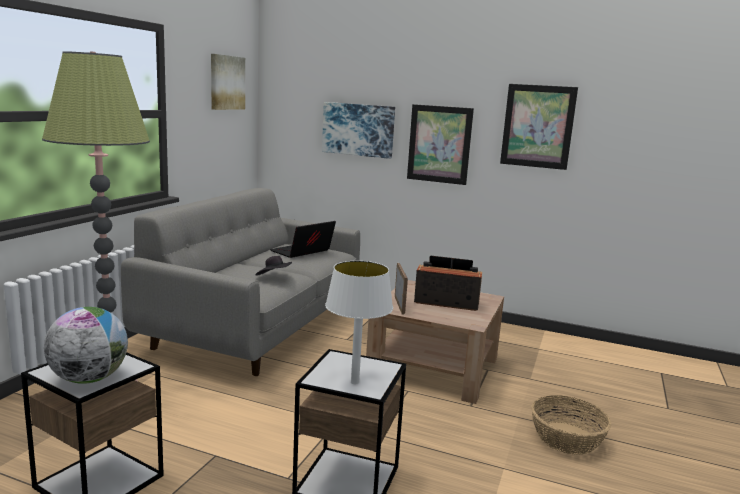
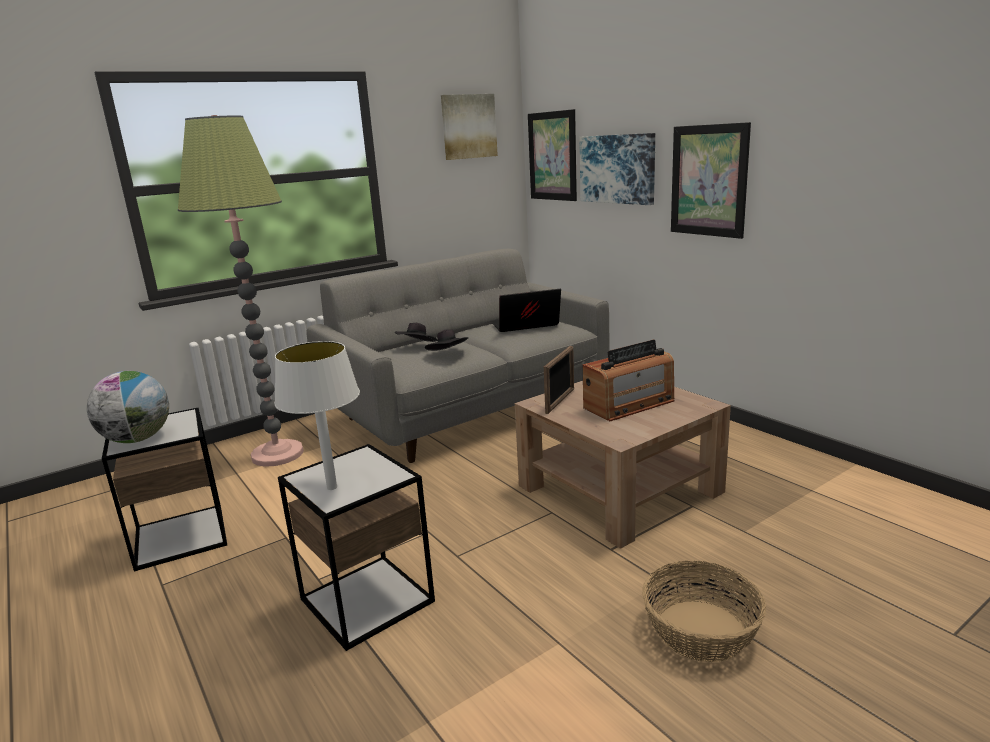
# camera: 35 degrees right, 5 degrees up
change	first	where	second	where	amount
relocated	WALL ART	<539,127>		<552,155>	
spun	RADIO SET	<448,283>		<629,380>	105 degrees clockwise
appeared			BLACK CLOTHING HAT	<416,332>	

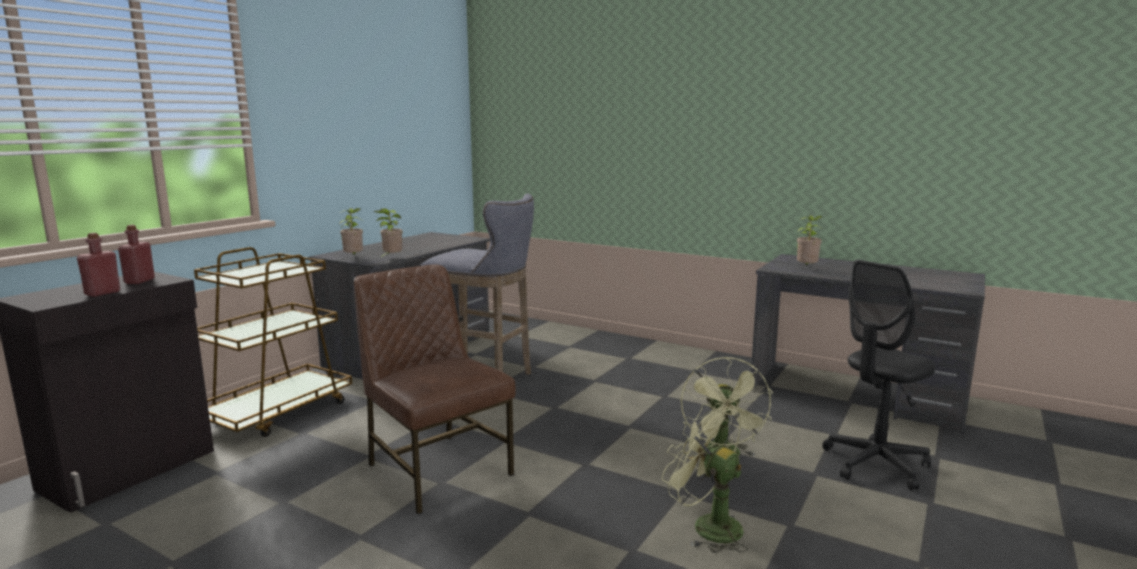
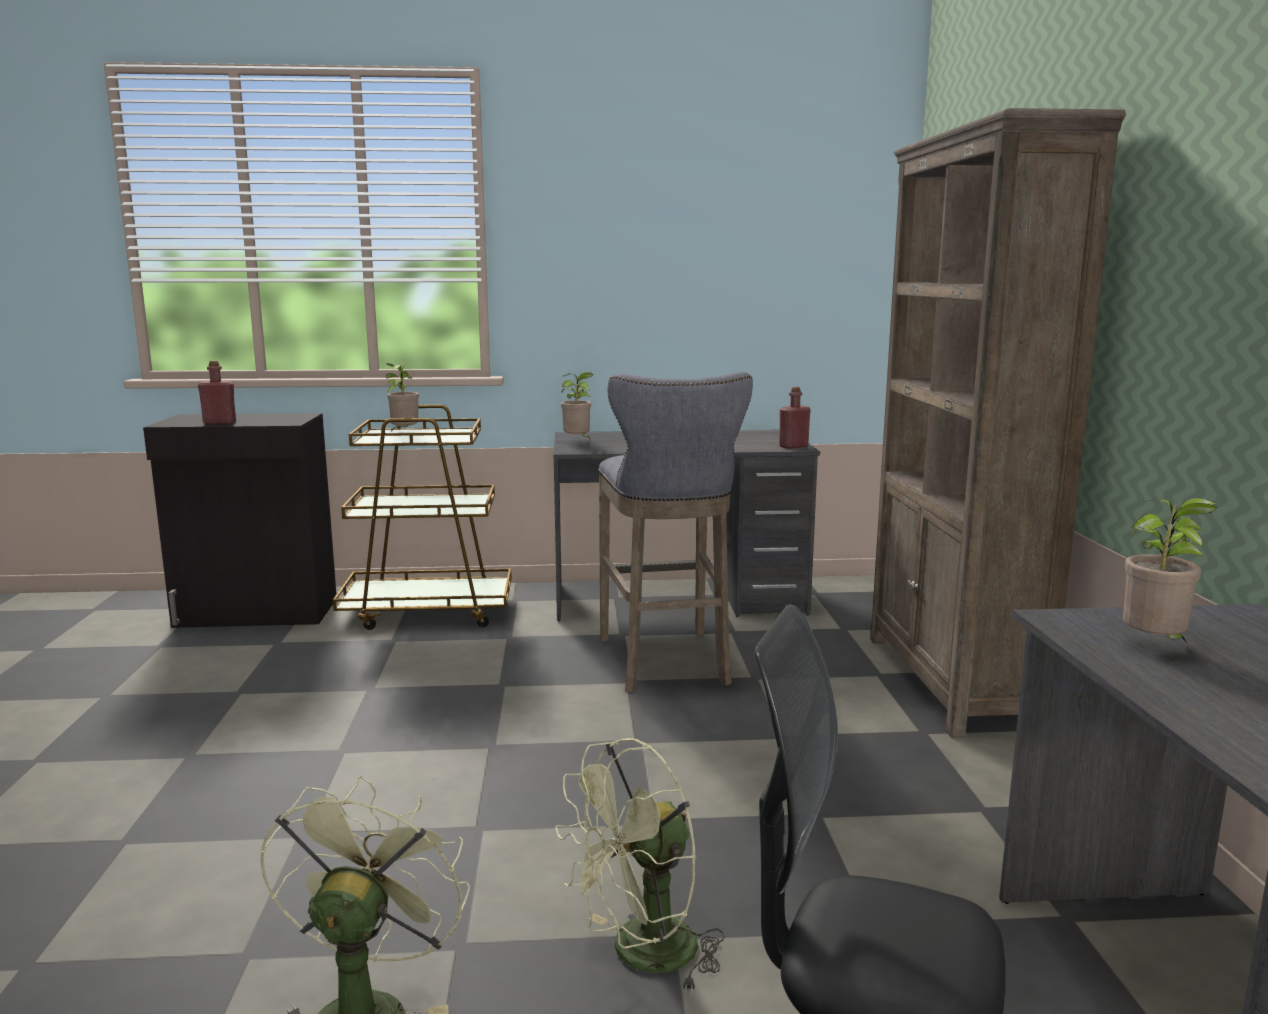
# camera: 55 degrees right, 0 degrees up
change	first	where	second	where	amount
relocated	HOUSEPLANT	<388,233>		<402,397>	
relocated	RED-COLOURED BOTTLE	<136,254>		<795,418>	
missing	BROWN UPRIGHT CHAIR	<435,389>			
appeared			BROWN BOOKSHELF	<998,423>	

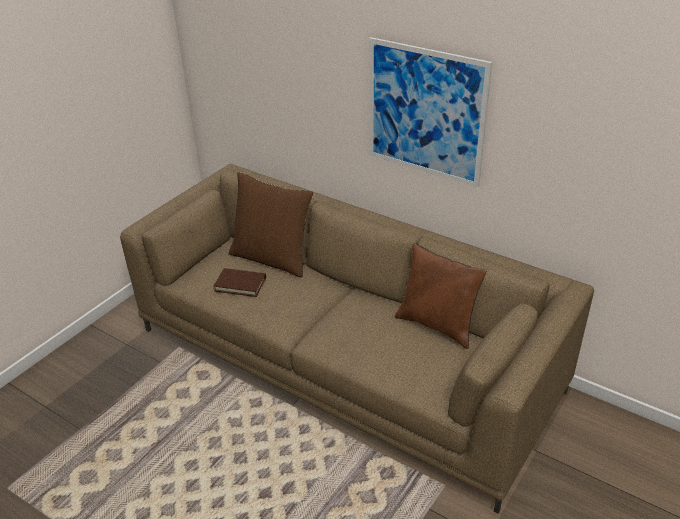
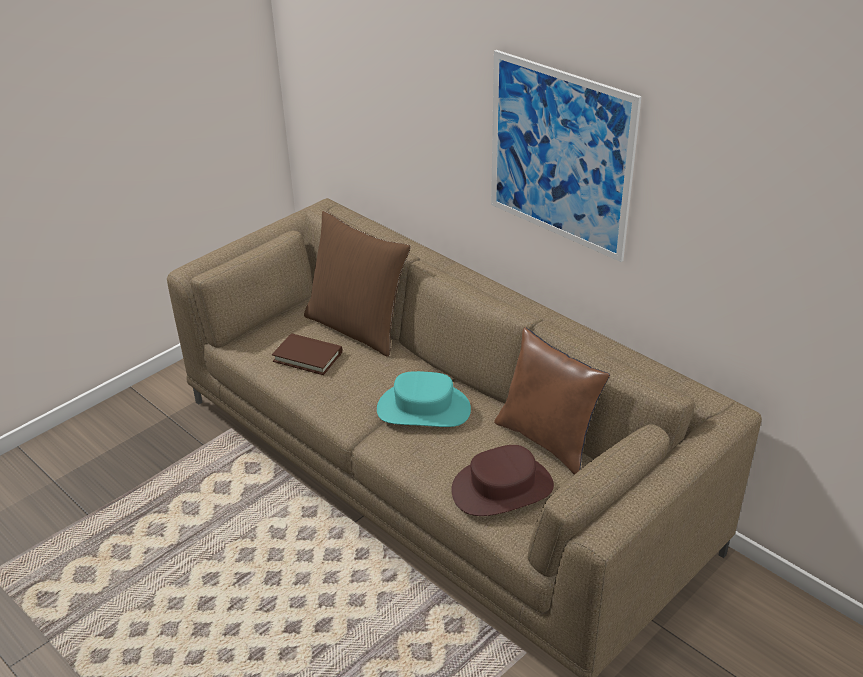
# camera: 10 degrees right, 0 degrees up
change	first	where	second	where	amount
appeared			TURQUOISE CLOTHING HAT	<424,399>	
appeared			BROWN CLOTHING HAT	<502,480>	

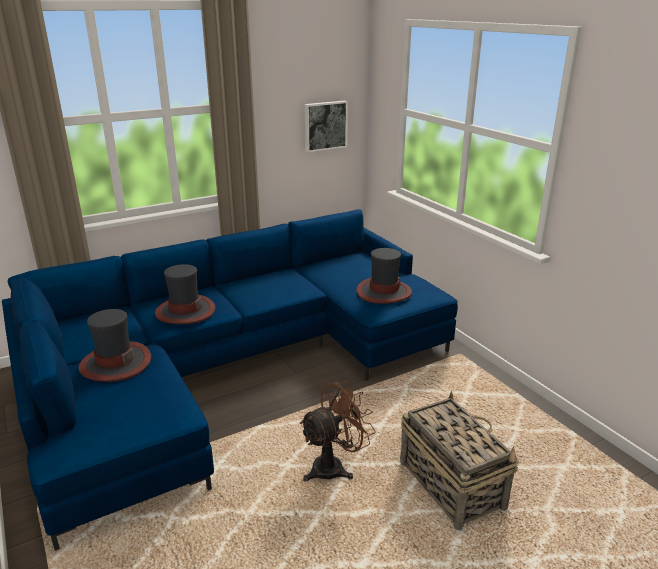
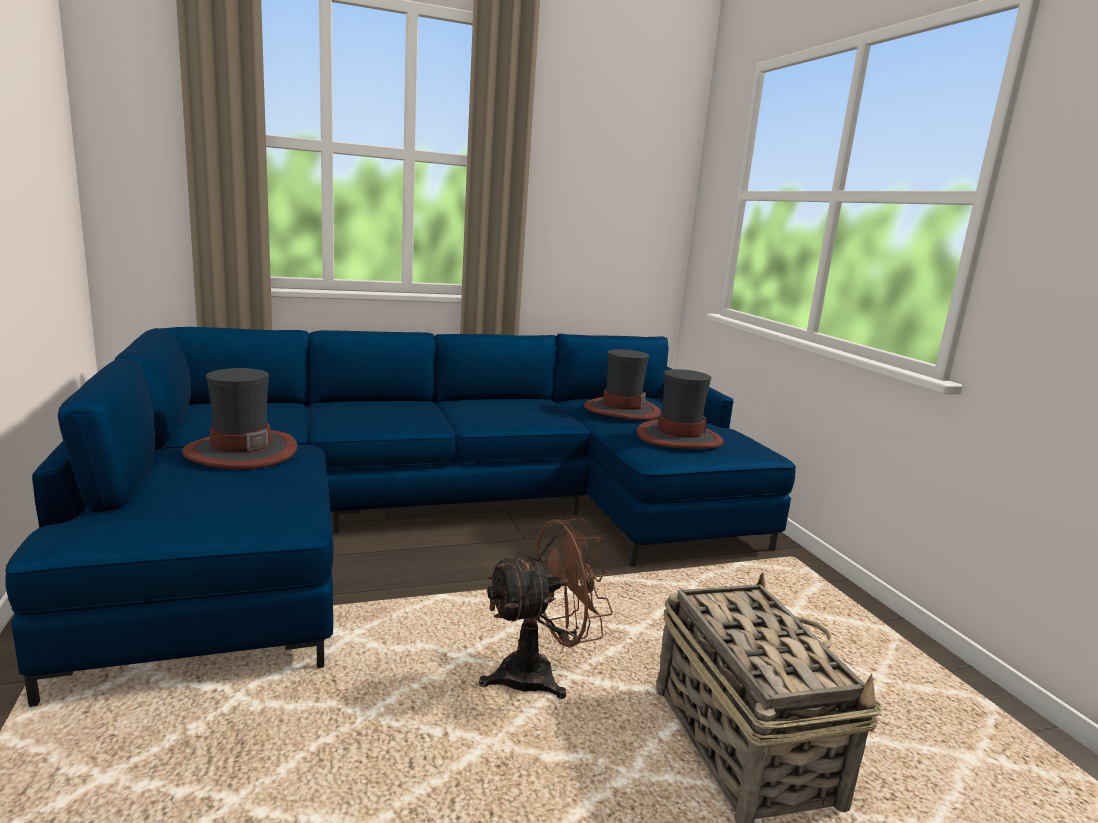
# camera: 10 degrees right, 10 degrees down
change	first	where	second	where	amount
missing	WALL ART	<326,126>			
relocated	CLOTHING HAT	<185,294>		<622,384>	

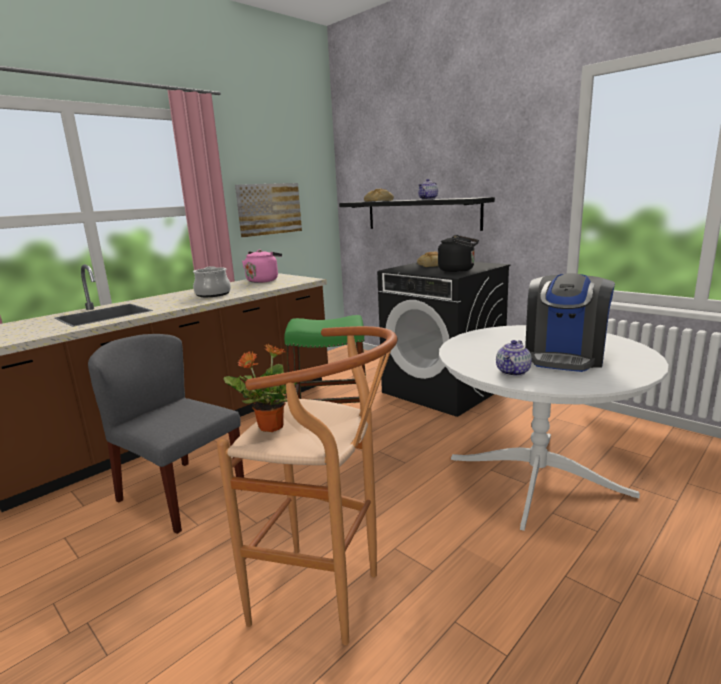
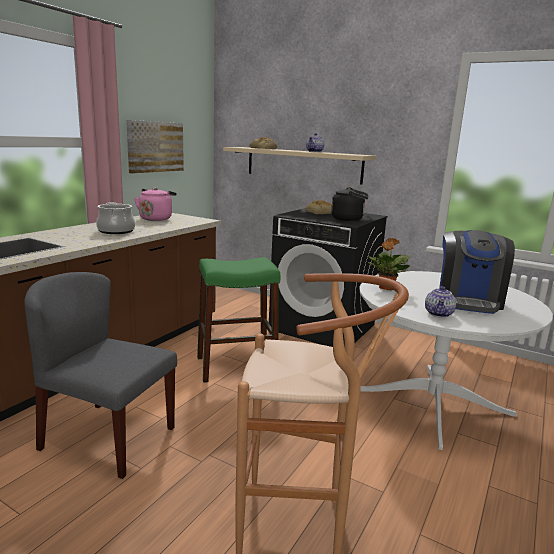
# camera: 15 degrees left, 0 degrees up
change	first	where	second	where	amount
colour	BLACK SHELF	<417,214>	BEIGE SHELF	<299,165>	
relocated	HOUSEPLANT	<260,388>		<389,264>	

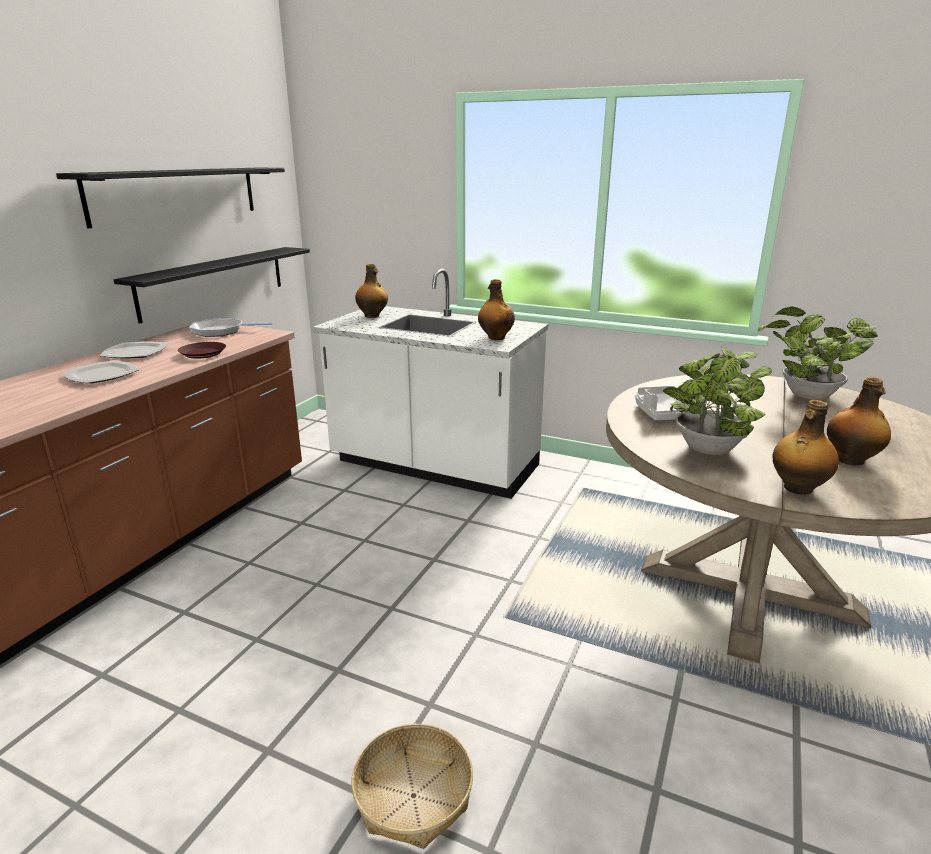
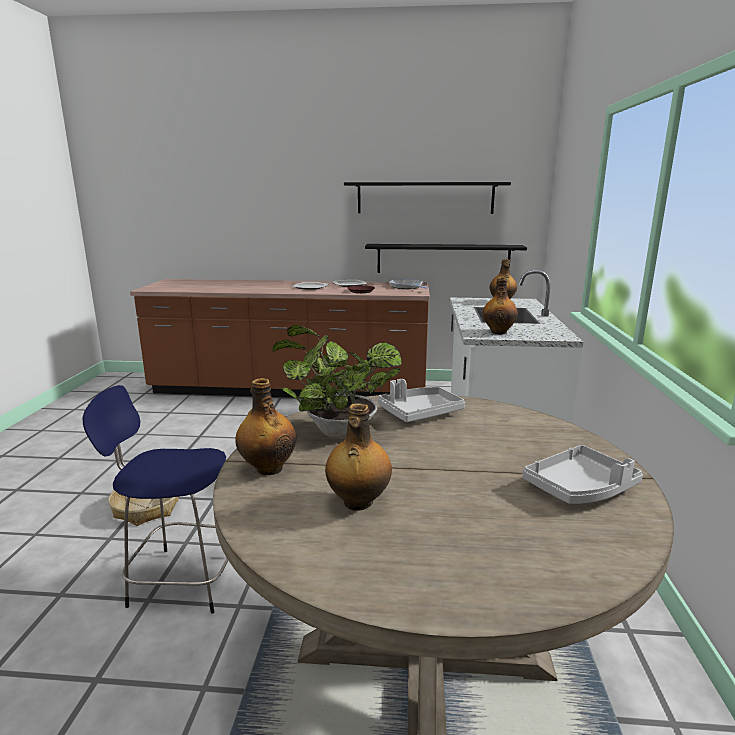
# camera: 70 degrees right, 5 degrees down
change	first	where	second	where	amount
exchanged	HOUSEPLANT	<818,353>	GREYISH SERVING TRAY	<582,474>	
appeared			BLUISH STOOL	<155,499>	

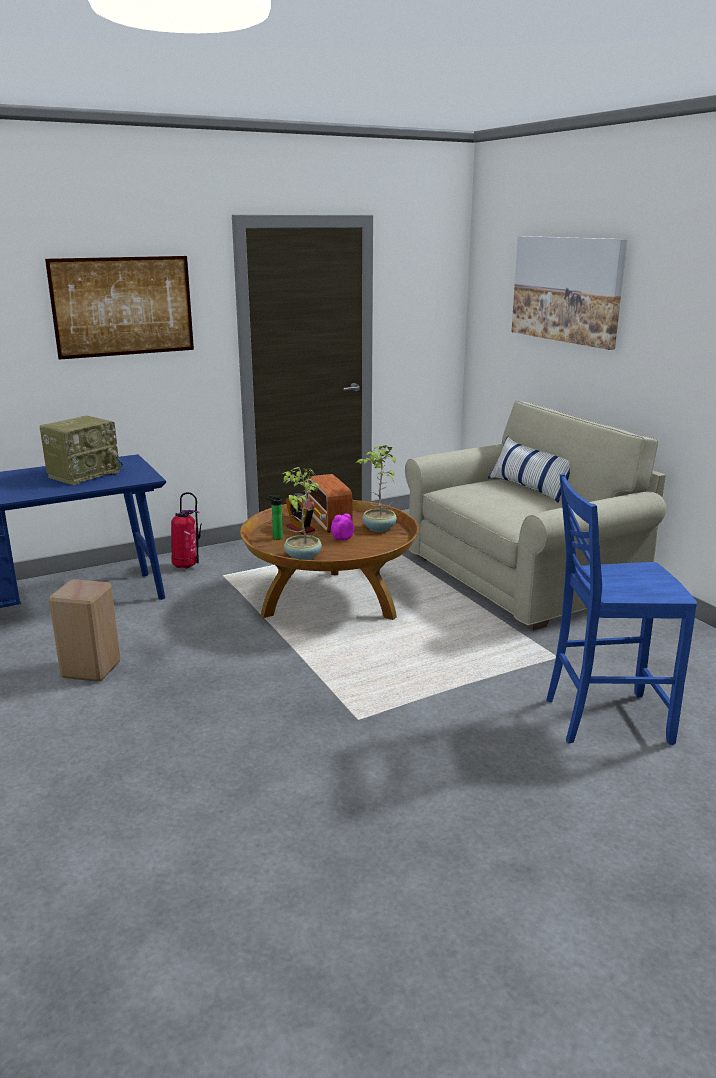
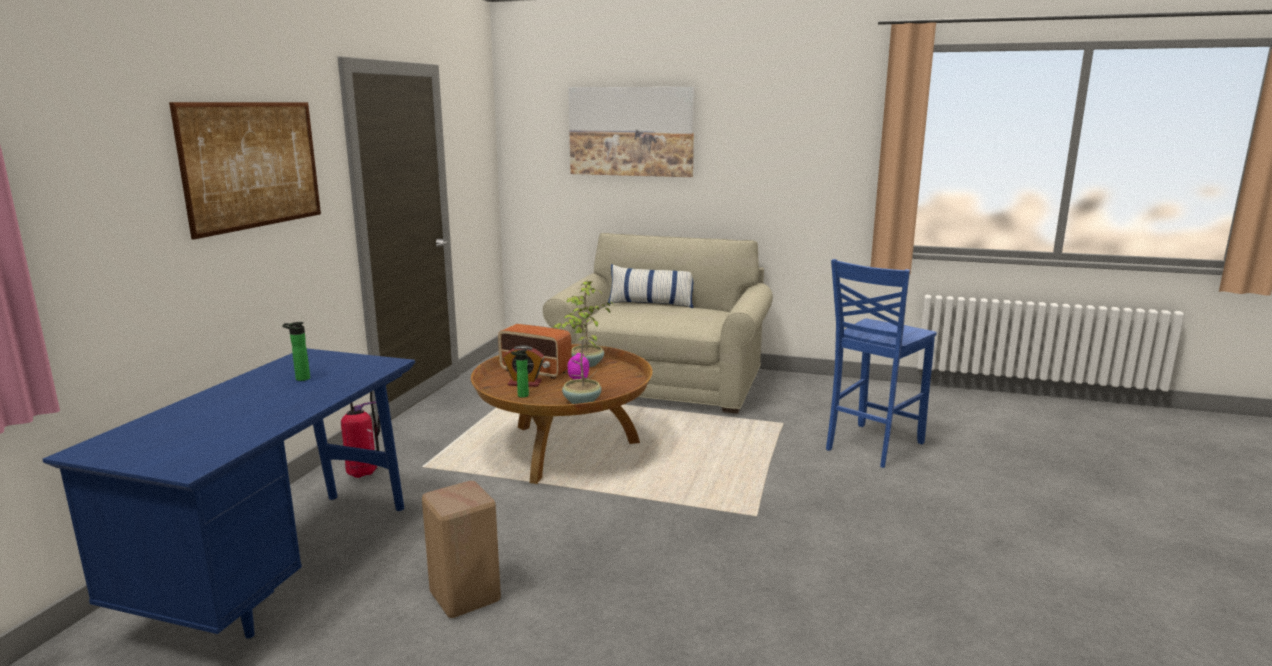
# camera: 45 degrees left, 5 degrees down
change	first	where	second	where	amount
exchanged	RADIO SET	<81,450>	BOTTLE	<296,351>	

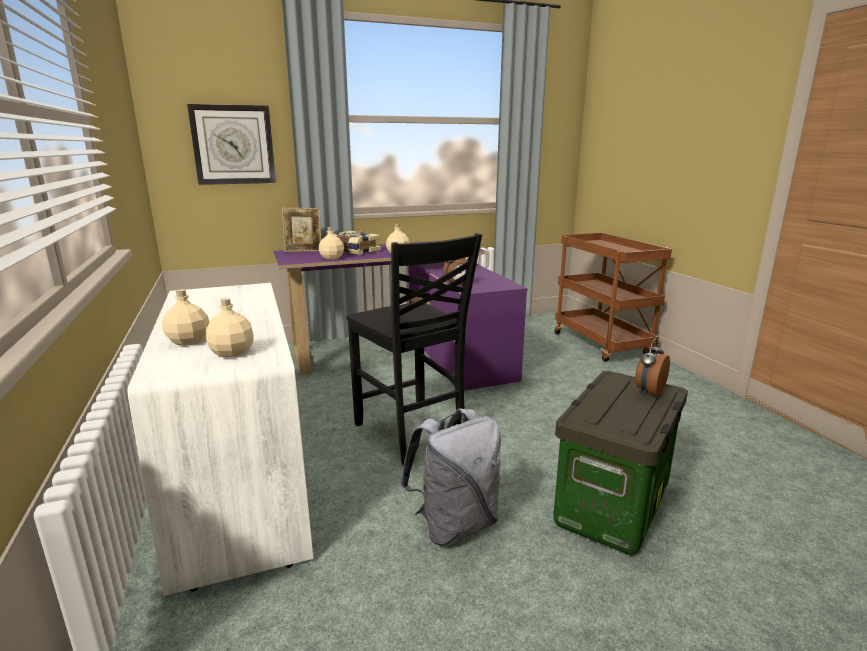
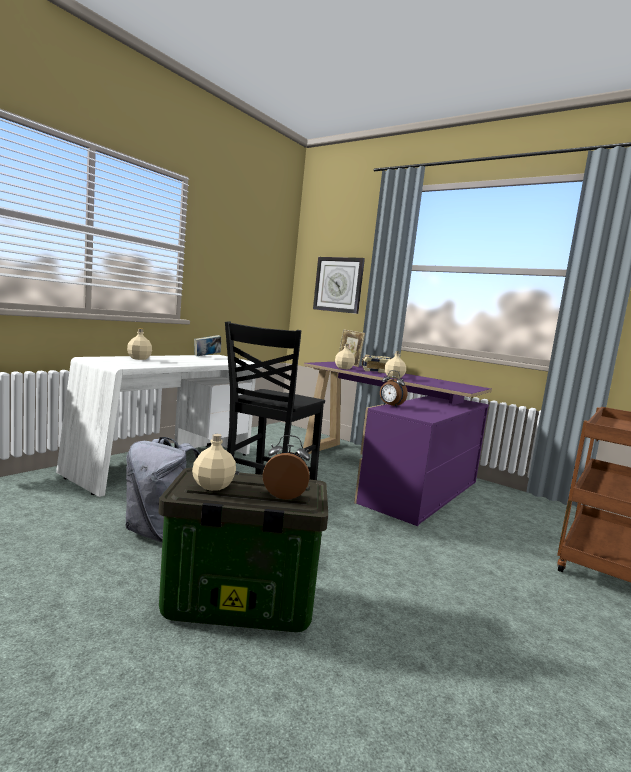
# camera: 55 degrees right, 10 degrees down
change	first	where	second	where	amount
relocated	BEIGE BOTTLE	<230,328>		<214,462>	
appeared			BOOK	<207,345>	

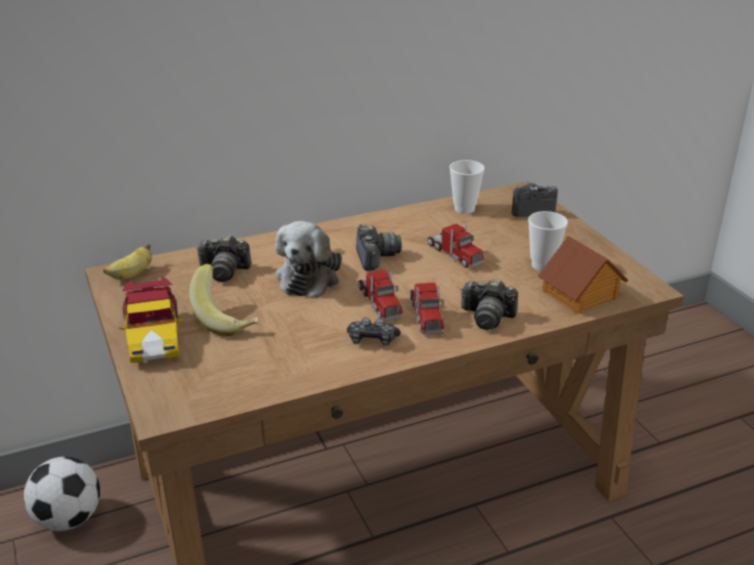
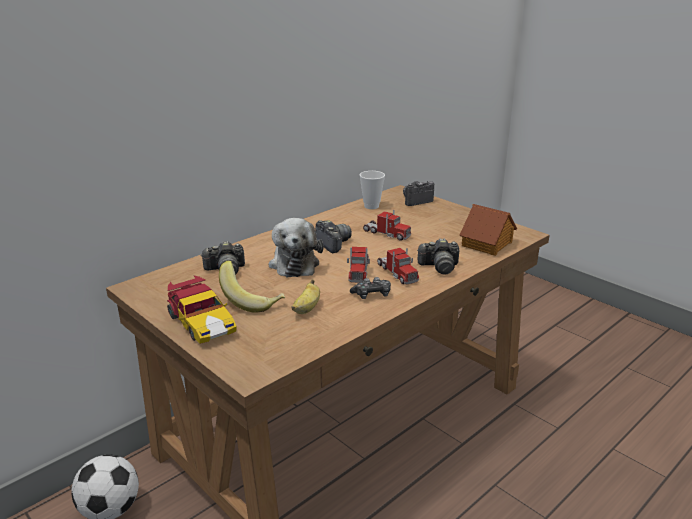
# camera: 20 degrees left, 5 degrees down
change	first	where	second	where	amount
missing	CUP	<548,241>			
relocated	WHOLE BANANA	<127,261>		<306,296>	
spun	MODEL TRUCK	<380,295>		<358,265>	45 degrees clockwise

